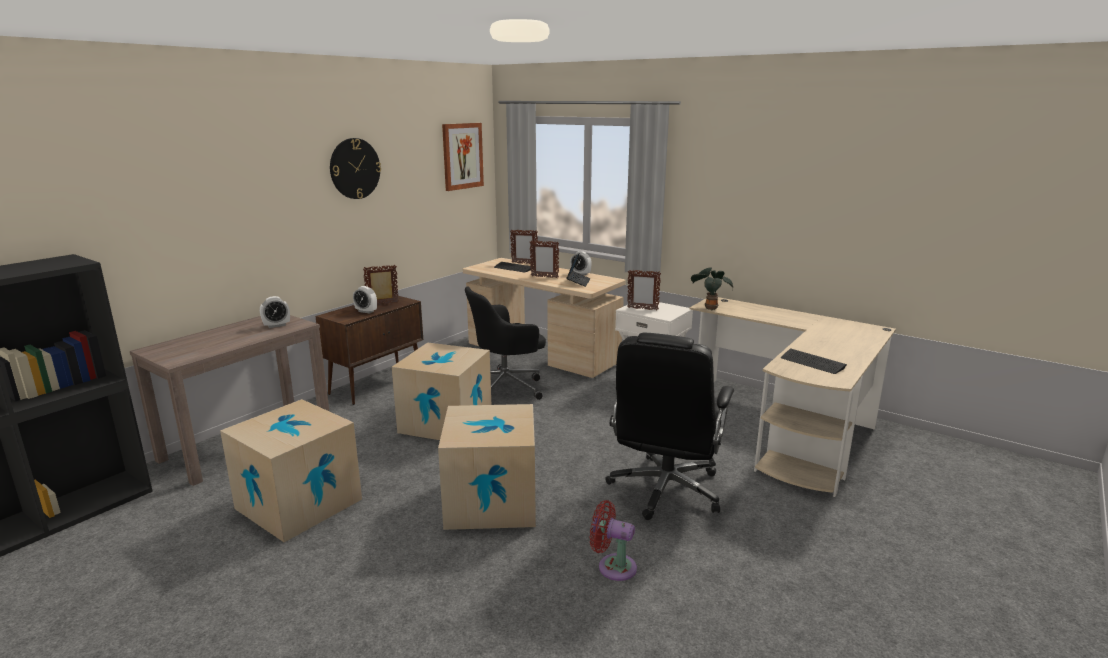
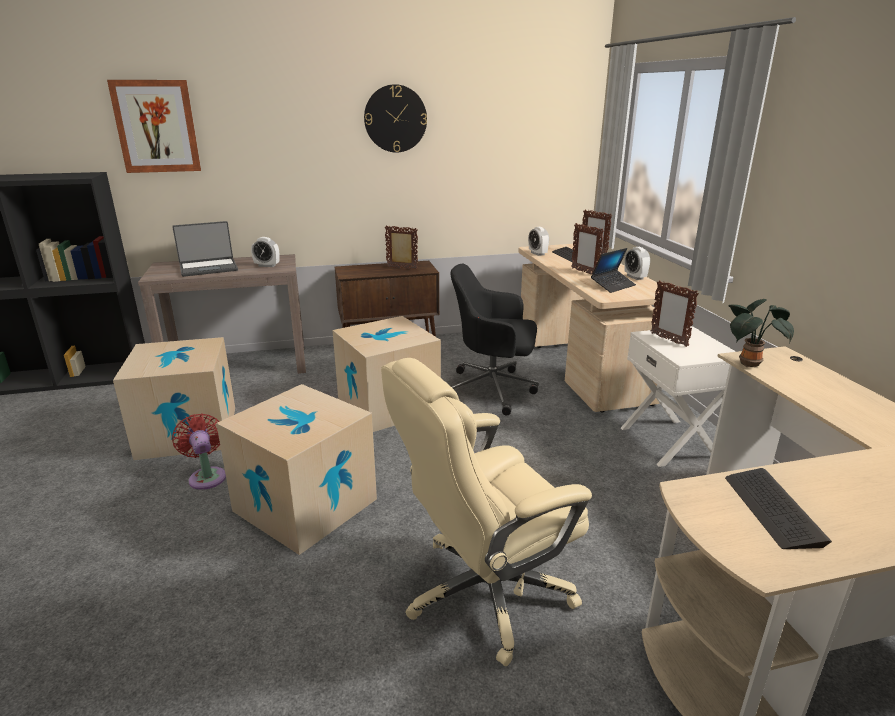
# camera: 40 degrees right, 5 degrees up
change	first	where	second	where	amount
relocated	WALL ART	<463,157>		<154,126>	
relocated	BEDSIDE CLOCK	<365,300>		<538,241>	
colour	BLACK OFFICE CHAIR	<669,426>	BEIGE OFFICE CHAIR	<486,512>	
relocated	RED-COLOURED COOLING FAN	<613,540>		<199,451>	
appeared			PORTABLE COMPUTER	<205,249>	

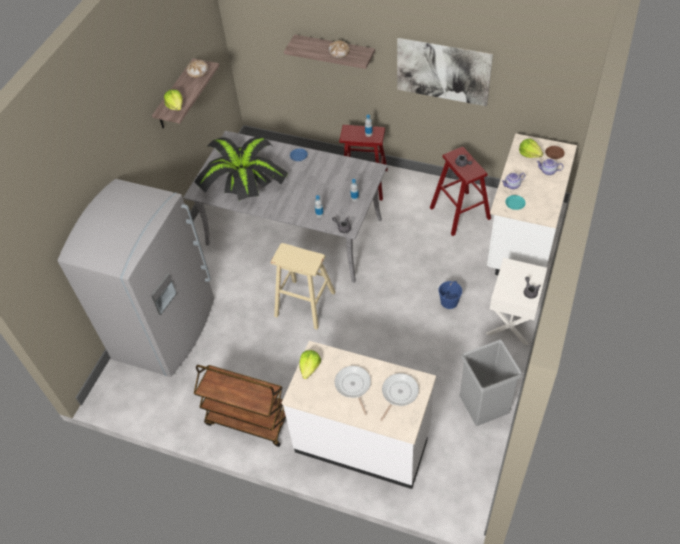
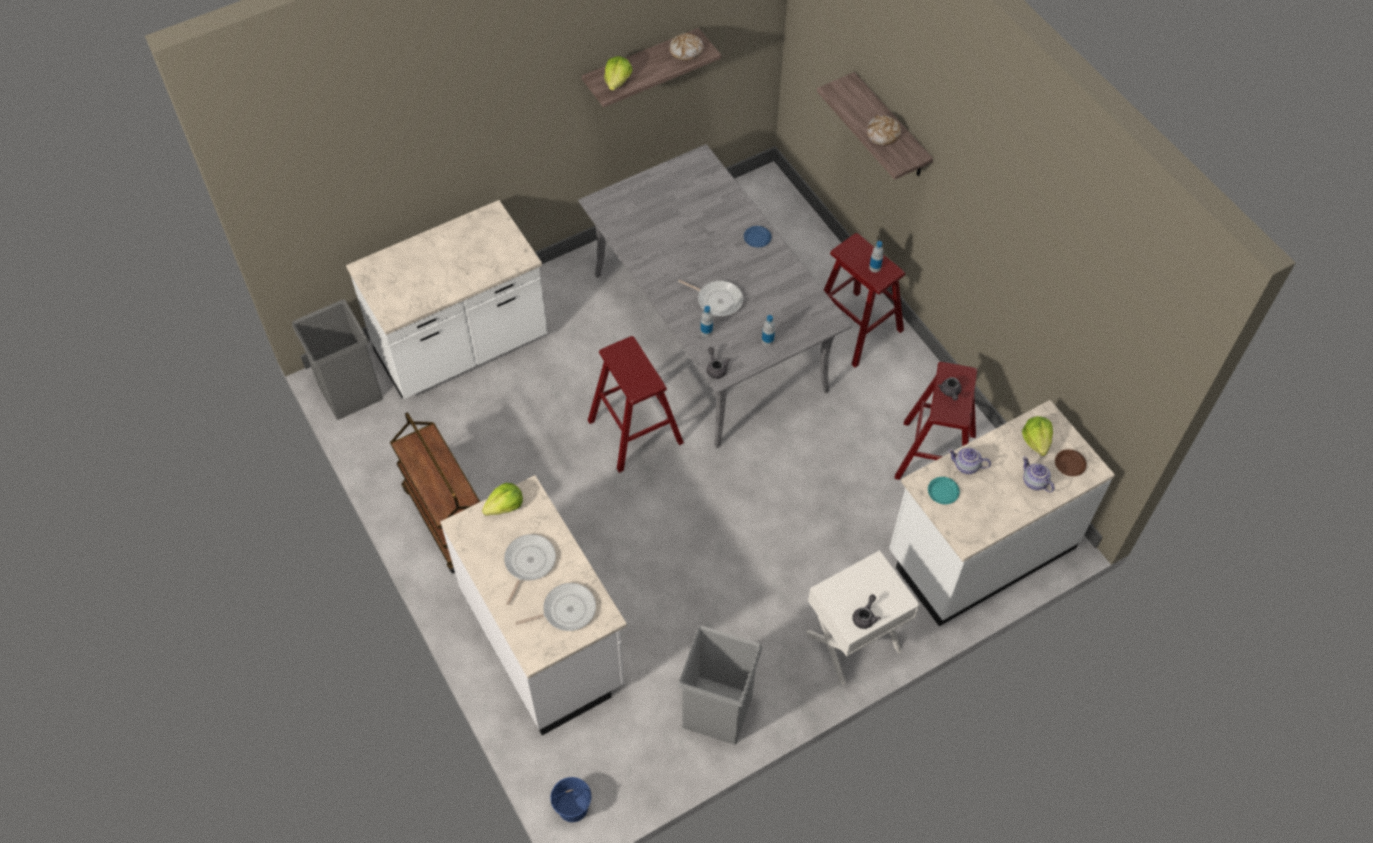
# camera: 35 degrees right, 5 degrees up
change	first	where	second	where	amount
missing	WALL ART	<445,72>			
missing	HOUSEPLANT	<241,169>			
exchanged	GREYISH FRIDGE	<135,278>	WHITISH COUNTER	<446,299>	
colour	BEIGE STOOL	<303,286>	RED-COLOURED STOOL	<636,404>	
relocated	BLUISH WATER BUCKET	<450,295>		<570,799>	
appeared			SKILLET	<710,298>	
appeared			GREYISH RUBBISH BIN	<337,359>	

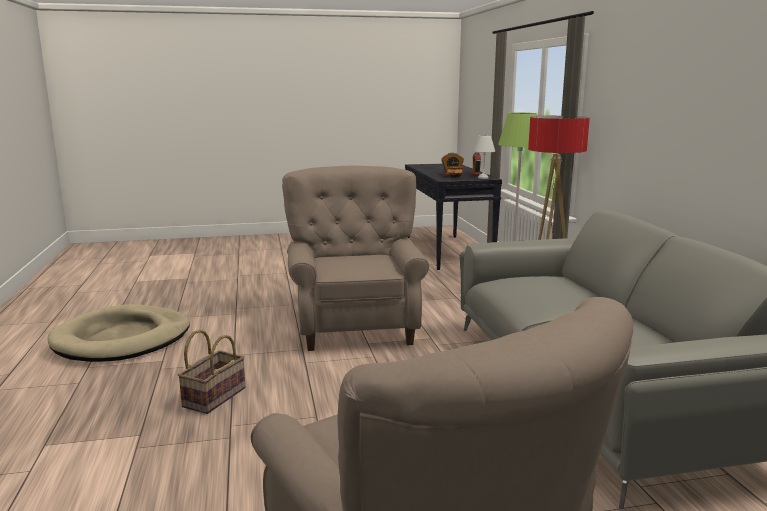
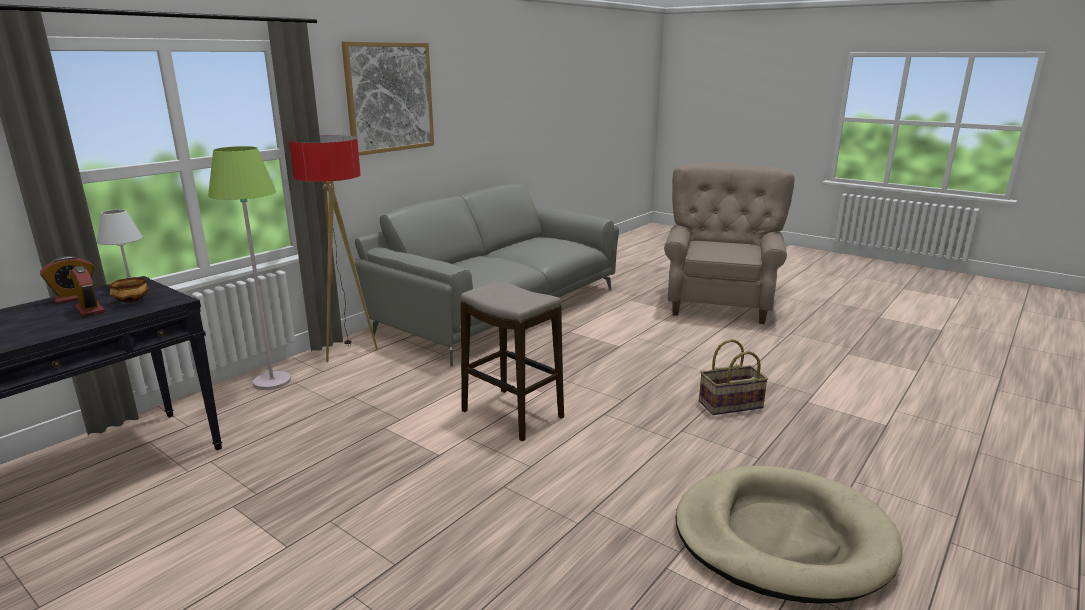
# camera: 130 degrees left, 5 degrees up
change	first	where	second	where	amount
exchanged	BEIGE ARMCHAIR	<355,258>	STOOL	<512,361>	
appeared			WALL ART	<387,98>	

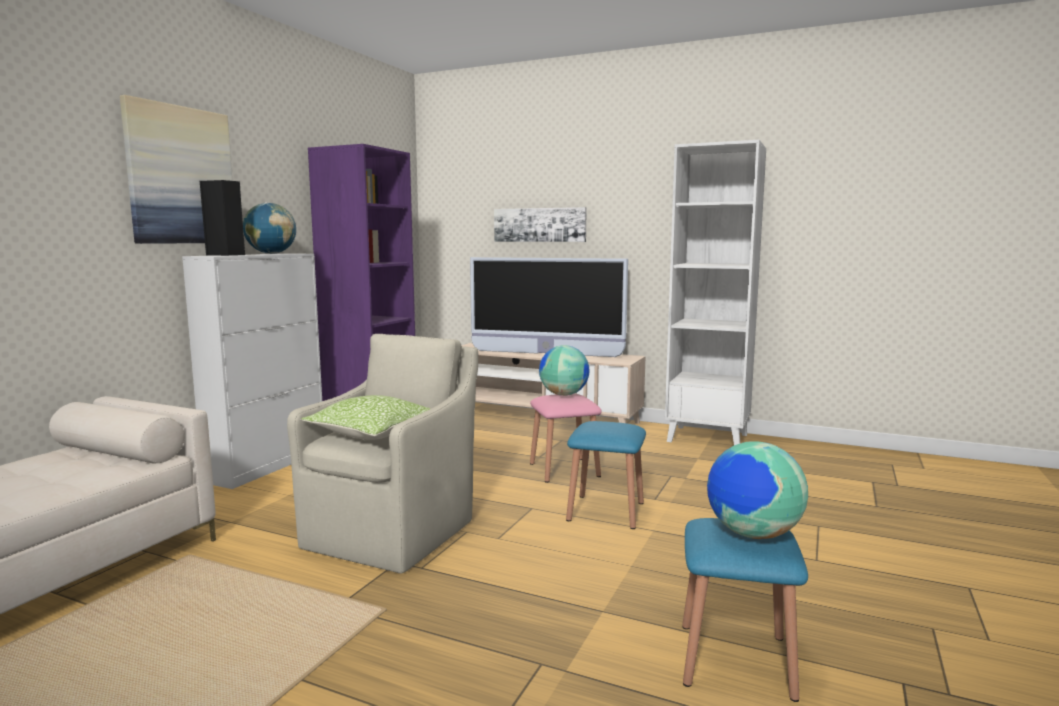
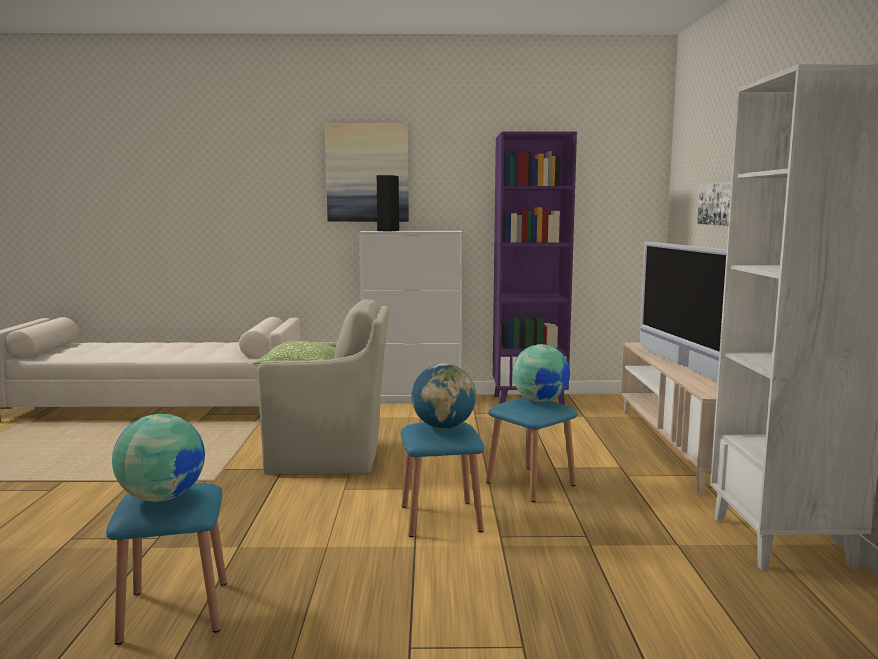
# camera: 65 degrees right, 0 degrees up
change	first	where	second	where	amount
relocated	DESK GLOBE	<269,228>		<443,396>	
colour	PINK STOOL	<566,438>	BLUISH STOOL	<531,449>	

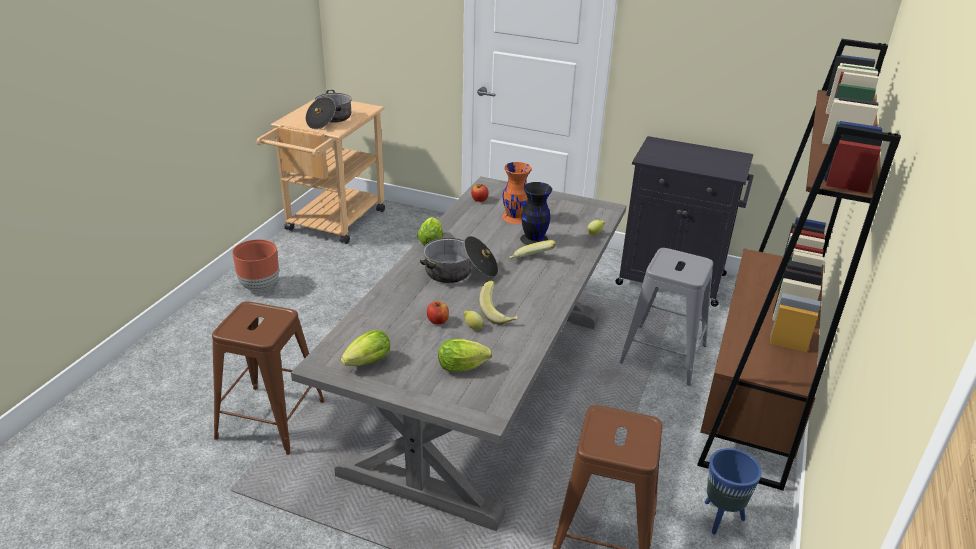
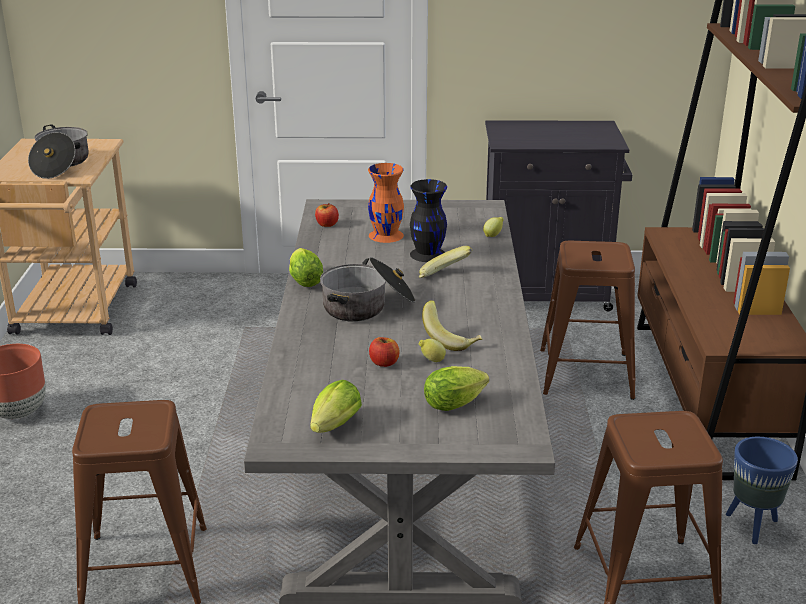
# camera: 20 degrees left, 5 degrees down
change	first	where	second	where	amount
colour	GREYISH STOOL	<666,316>	BROWN STOOL	<587,320>	

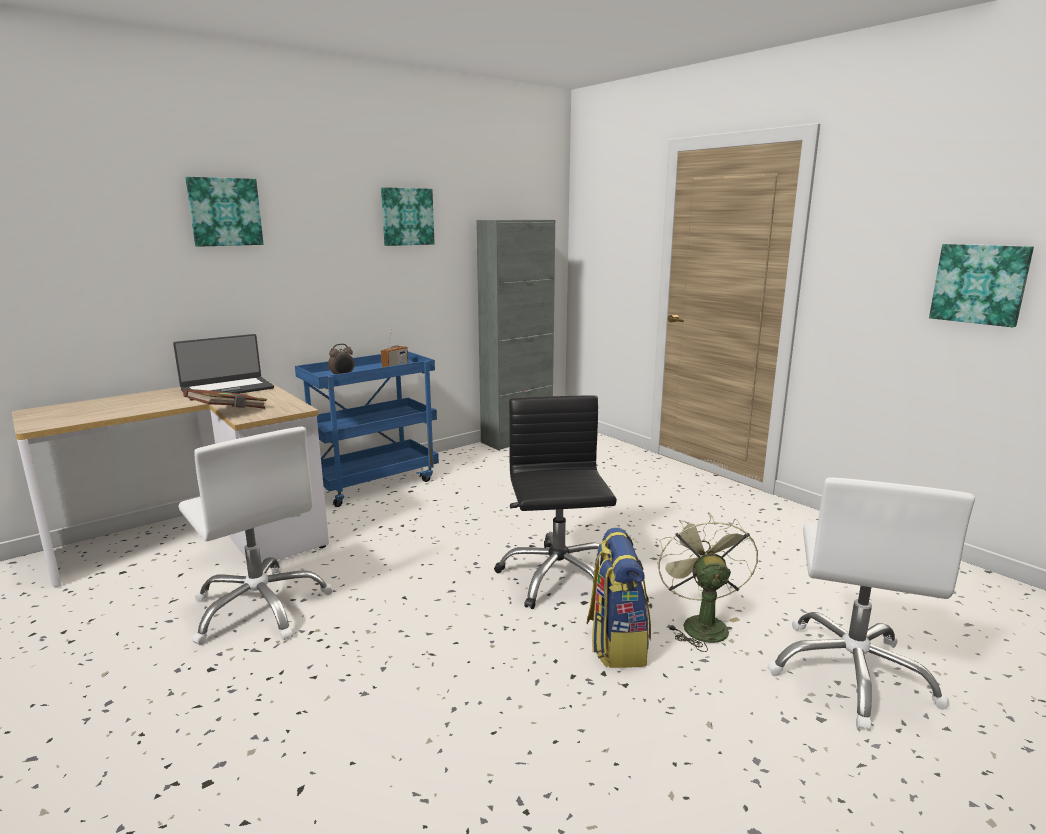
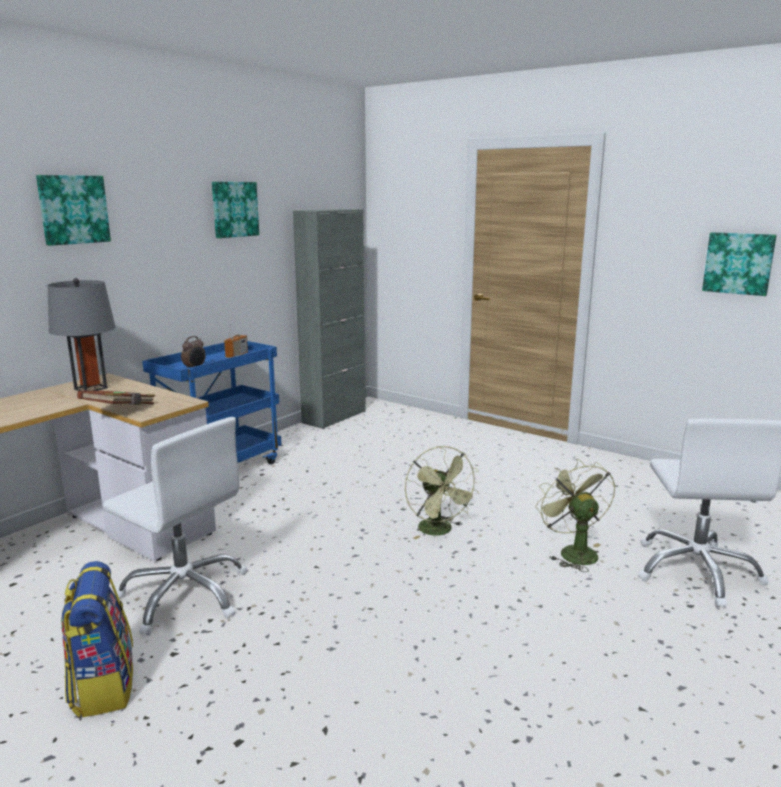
# camera: 15 degrees left, 0 degrees up
change	first	where	second	where	amount
exchanged	PORTABLE COMPUTER	<223,367>	GREYISH LAMP FOR A TABLE	<81,334>	
exchanged	BLACK OFFICE CHAIR	<555,502>	GREEN-COLOURED COOLING FAN	<442,493>	
relocated	RUCKSACK	<618,598>		<97,639>	

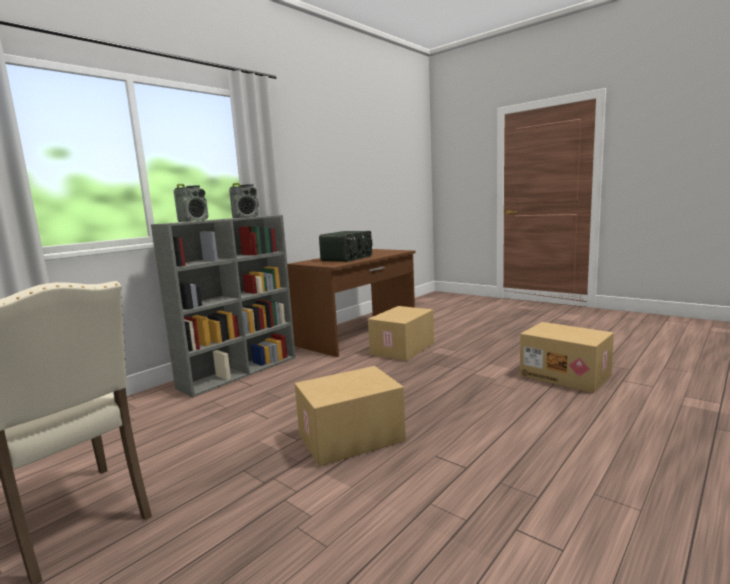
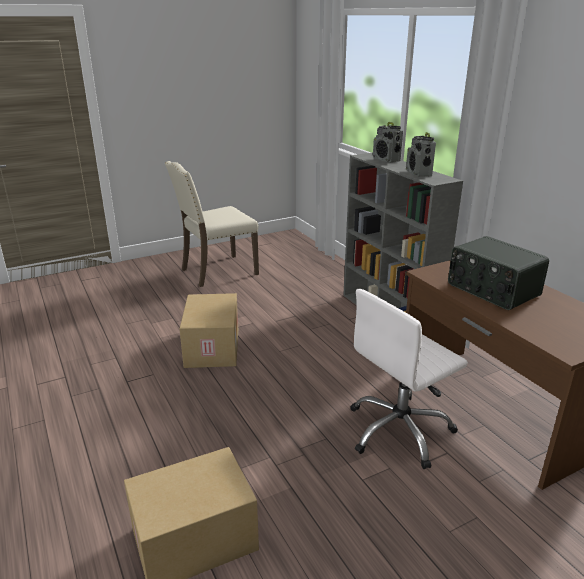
# camera: 110 degrees right, 15 degrees up
change	first	where	second	where	amount
exchanged	CARDBOARD BOX	<401,333>	WHITISH OFFICE CHAIR	<409,378>	

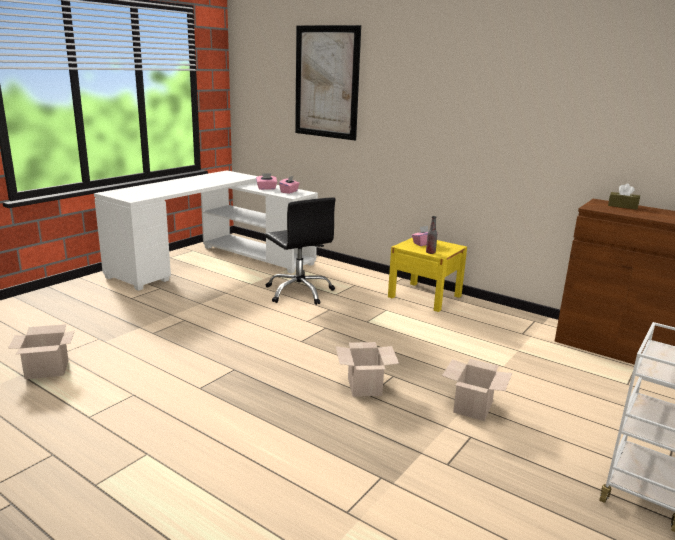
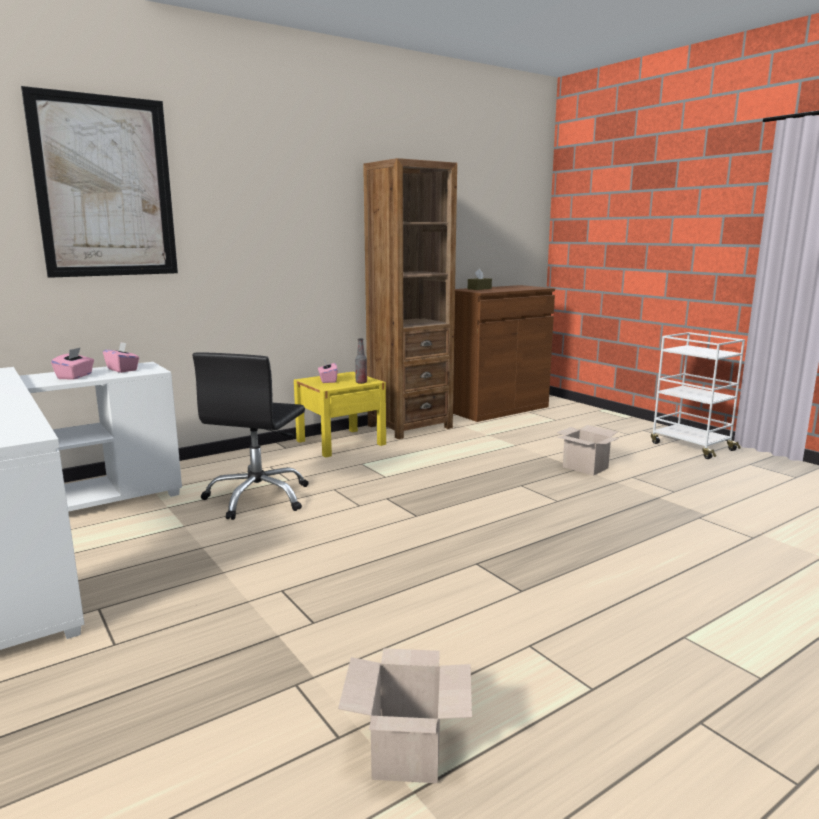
# camera: 70 degrees left, 5 degrees down
change	first	where	second	where	amount
spun	BLACK OFFICE CHAIR	<301,251>		<251,436>	120 degrees clockwise
missing	CARDBOARD BOX	<367,369>			
appeared			BROWN BOOKSHELF	<410,298>	

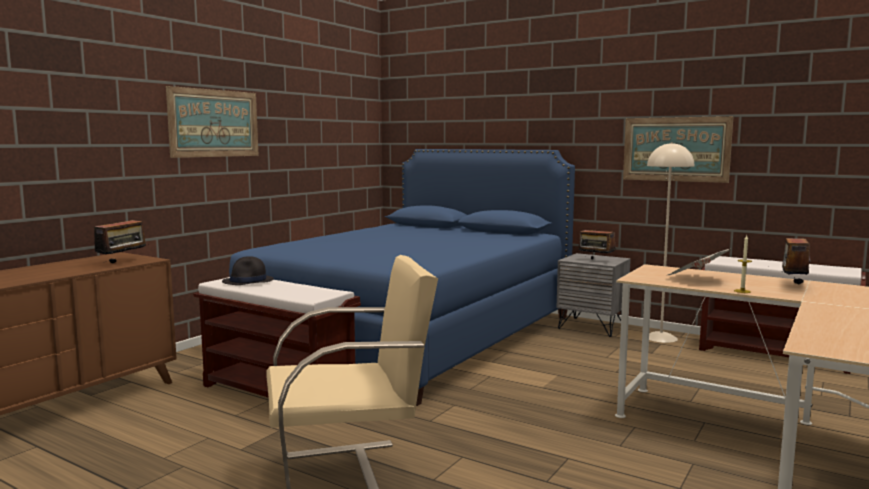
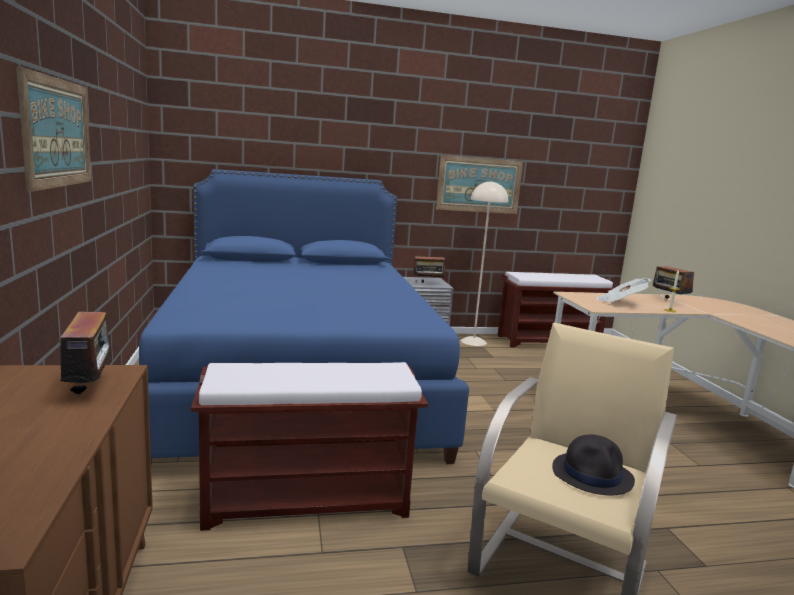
# camera: 45 degrees left, 5 degrees up
change	first	where	second	where	amount
relocated	BLACK CLOTHING HAT	<248,270>		<593,465>	

